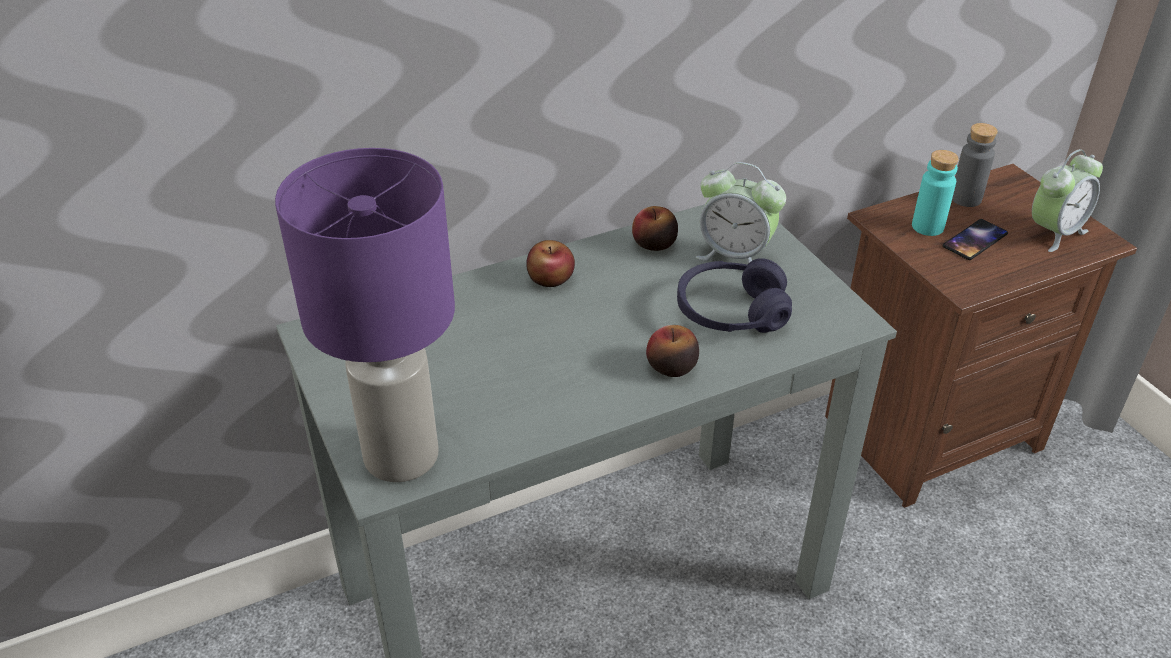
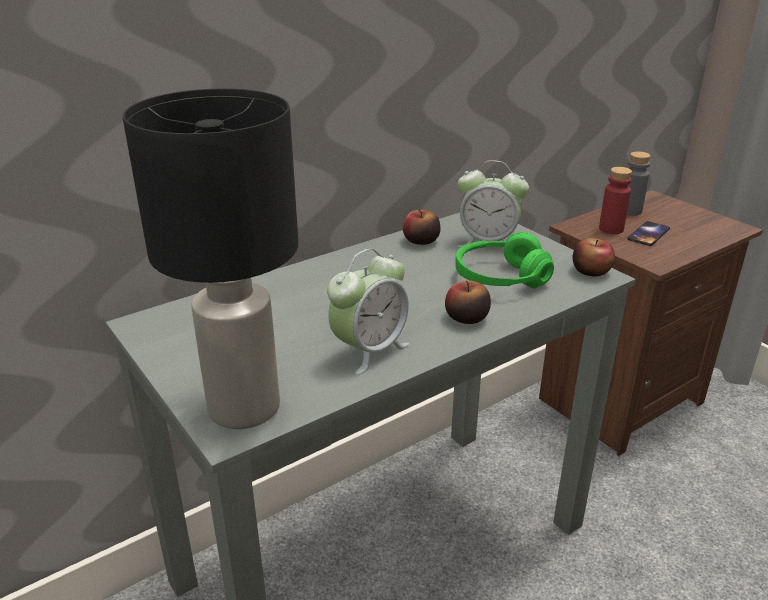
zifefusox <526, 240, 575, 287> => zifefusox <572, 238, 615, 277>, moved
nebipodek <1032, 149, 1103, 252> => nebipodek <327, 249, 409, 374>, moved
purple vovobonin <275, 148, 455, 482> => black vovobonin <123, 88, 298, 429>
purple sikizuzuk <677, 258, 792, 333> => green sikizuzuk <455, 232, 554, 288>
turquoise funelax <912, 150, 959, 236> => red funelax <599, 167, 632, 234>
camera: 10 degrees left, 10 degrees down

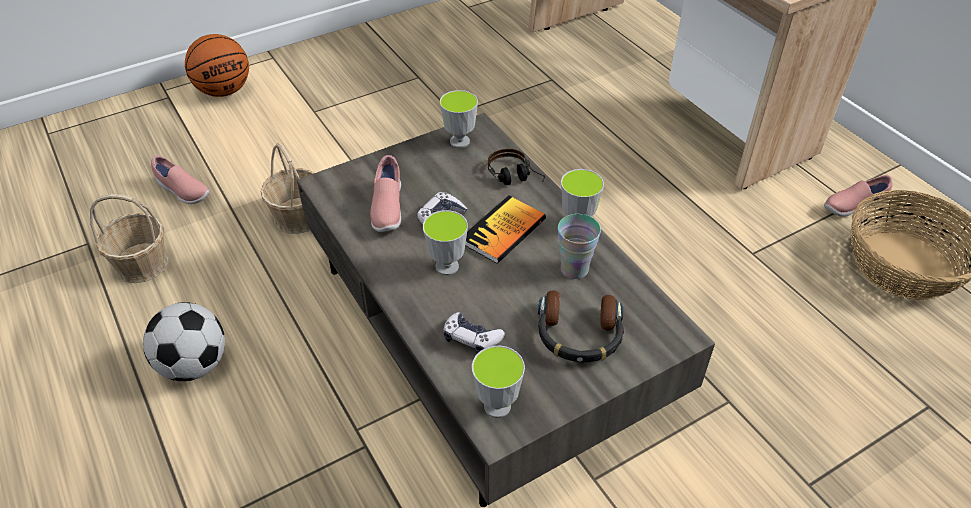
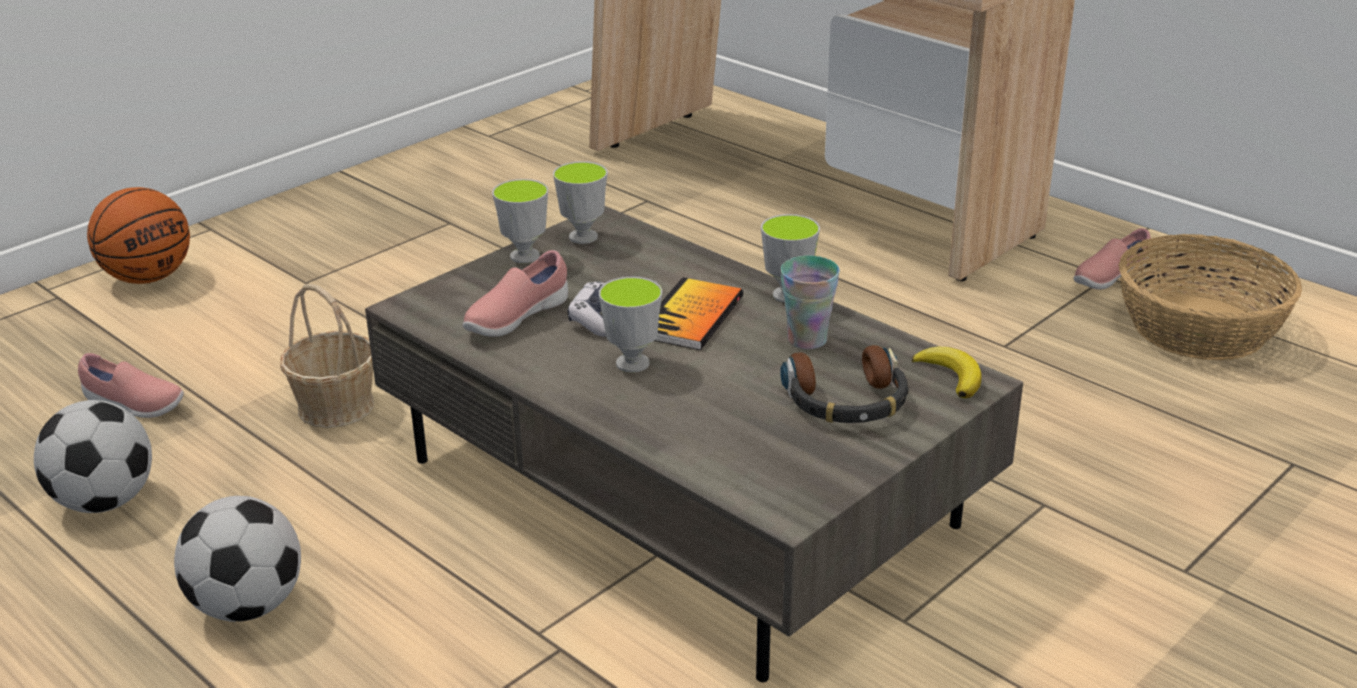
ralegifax <443, 312, 505, 354> => nothing
sikizuzuk <488, 149, 545, 185> => nothing
nothing => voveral <912, 347, 981, 398>
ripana <472, 346, 525, 418> => ripana <492, 179, 548, 263>, moved
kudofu <90, 194, 169, 283> => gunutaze <34, 400, 152, 513>
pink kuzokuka <370, 155, 401, 232> => pink kuzokuka <462, 250, 568, 337>, 60 degrees clockwise
camera: 15 degrees left, 15 degrees down

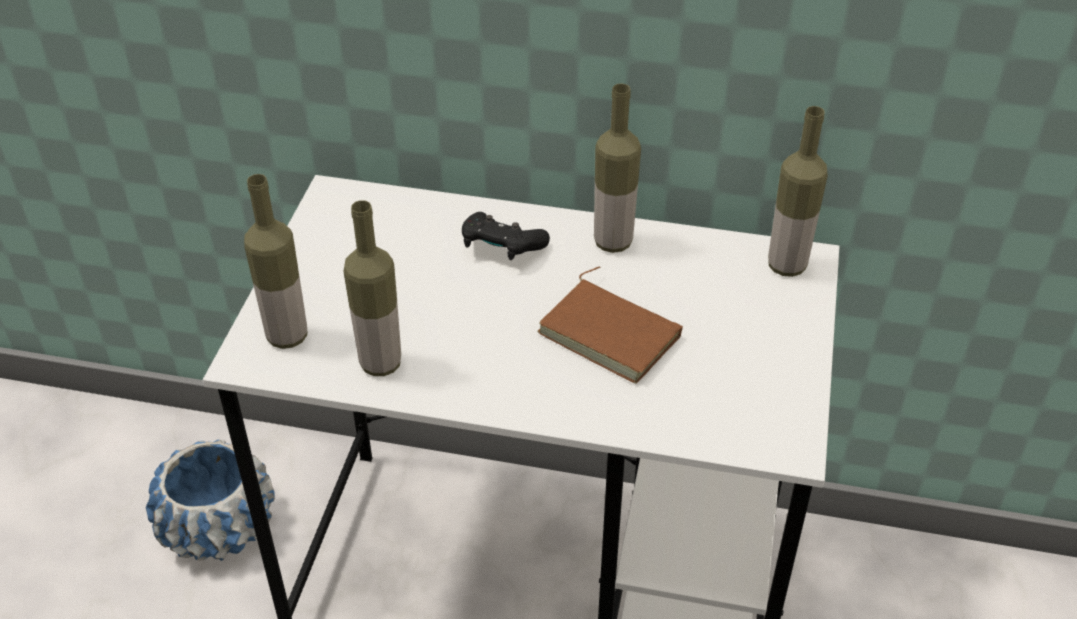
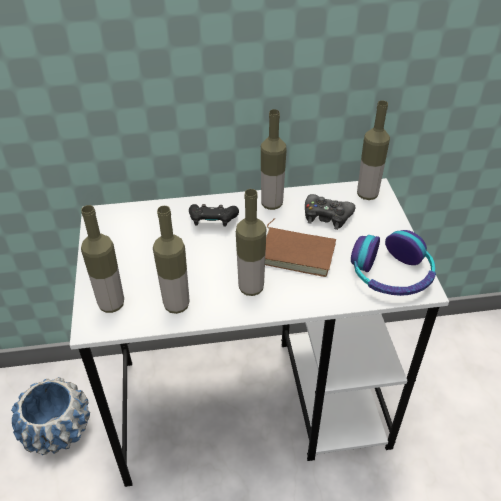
nothing => funelax <236, 189, 266, 296>
nothing => black ralegifax <305, 194, 355, 230>
nothing => sikizuzuk <351, 230, 436, 296>
camera: 20 degrees left, 0 degrees up

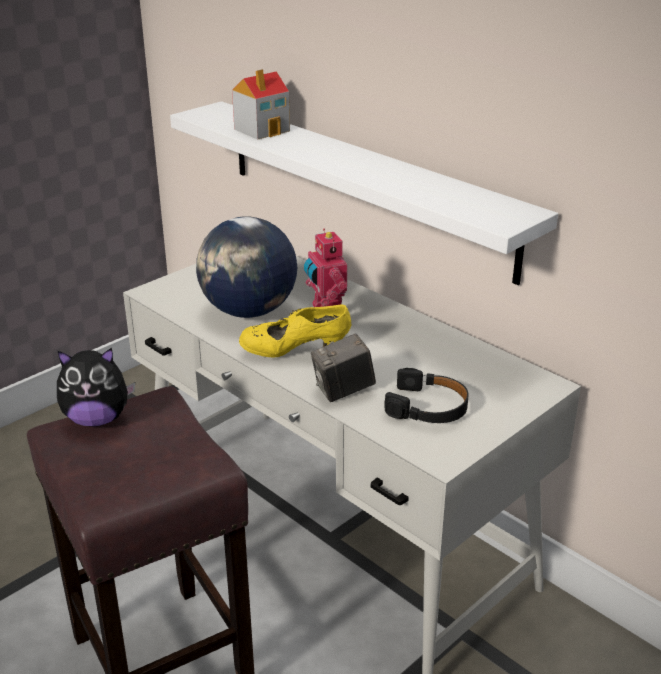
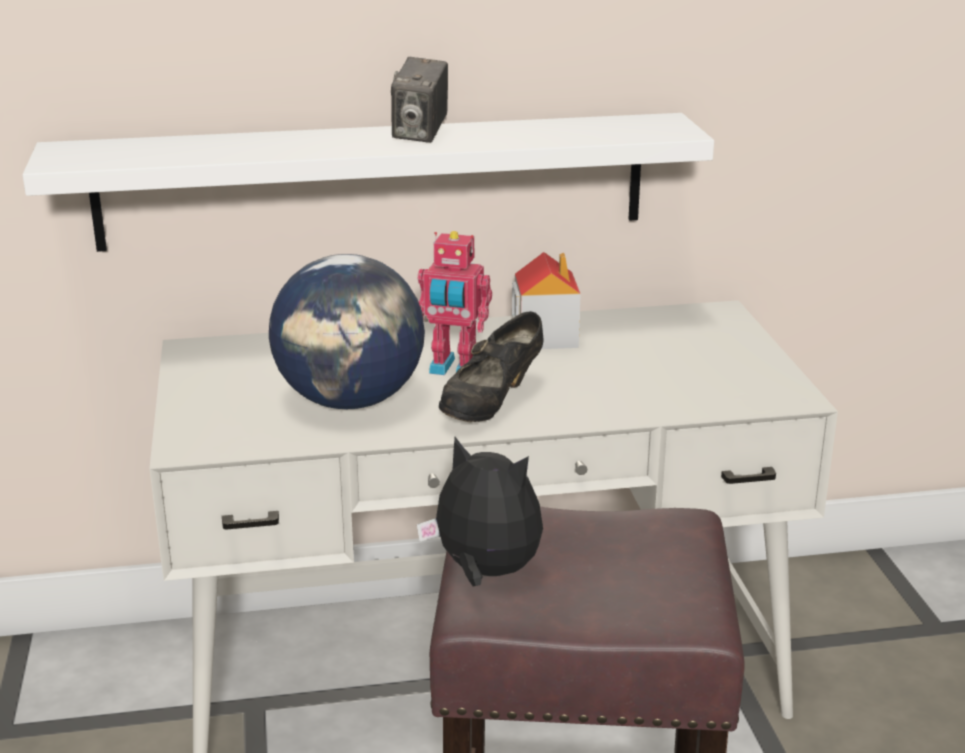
black sikizuzuk <384, 368, 469, 423> => nothing
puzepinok <232, 69, 290, 140> => puzepinok <512, 252, 581, 349>, moved
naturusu <311, 333, 376, 402> => naturusu <391, 57, 448, 143>, moved
yellow kuzokuka <239, 305, 351, 357> => black kuzokuka <439, 311, 543, 422>
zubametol <57, 348, 135, 427> => zubametol <417, 437, 543, 587>, 90 degrees counterclockwise
camera: 55 degrees left, 5 degrees down

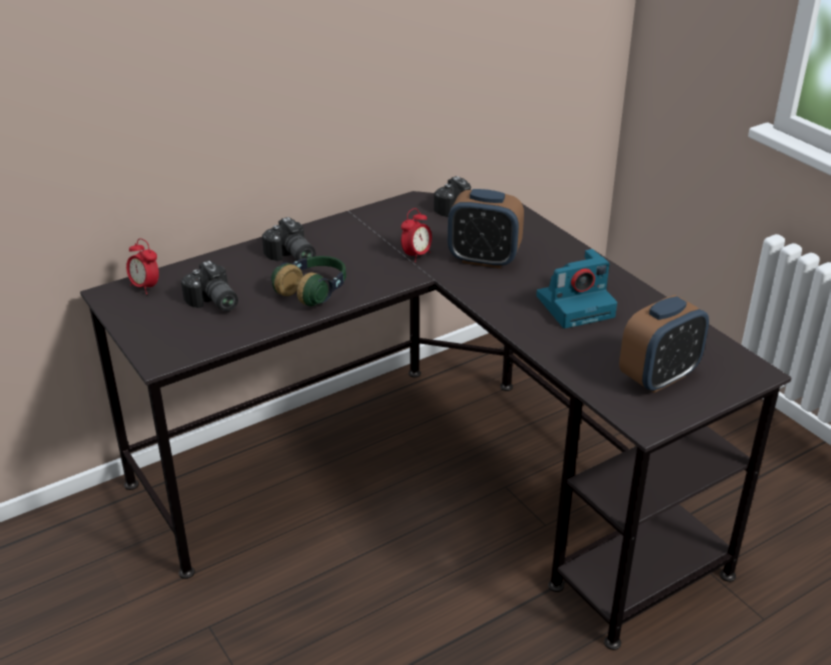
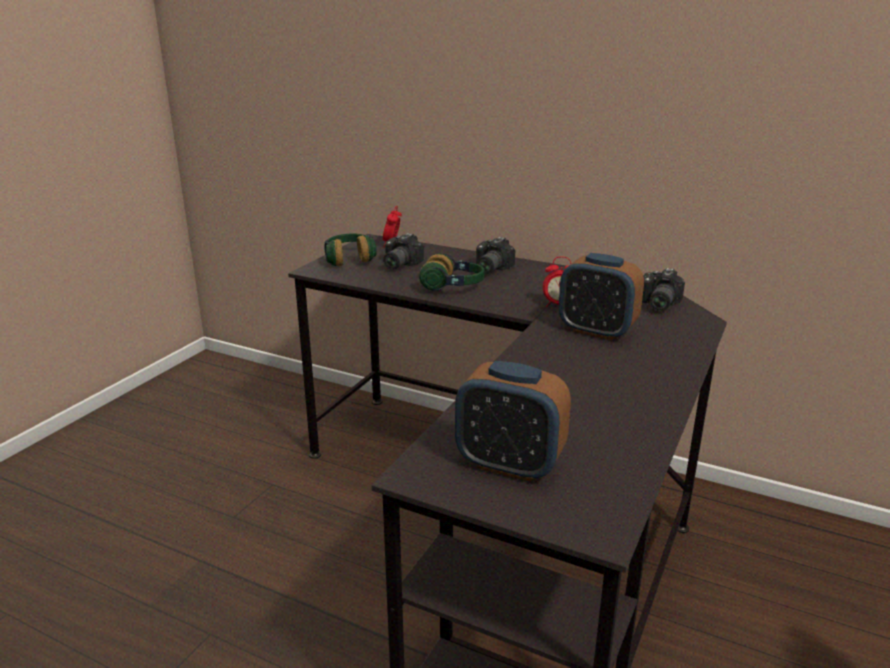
naturusu <536, 249, 617, 328> => nothing
nothing => sikizuzuk <324, 233, 377, 266>
nebipodek <448, 189, 524, 268> => nebipodek <559, 253, 644, 340>, 45 degrees counterclockwise
camera: 60 degrees right, 10 degrees down

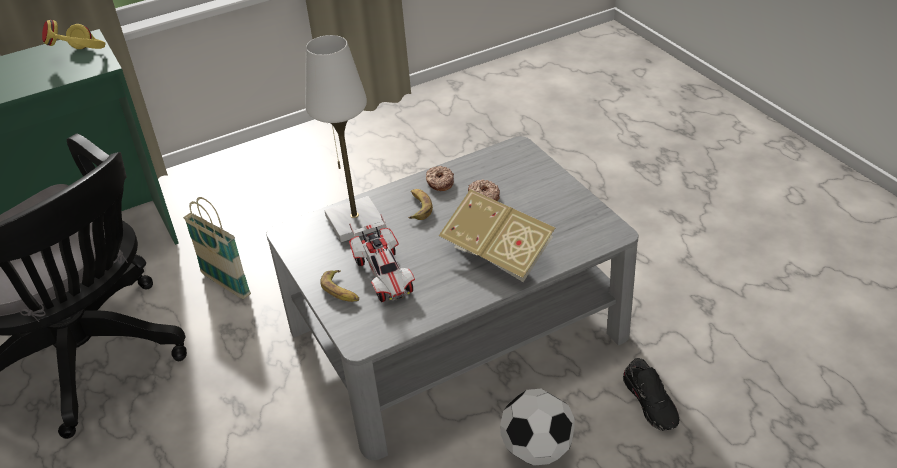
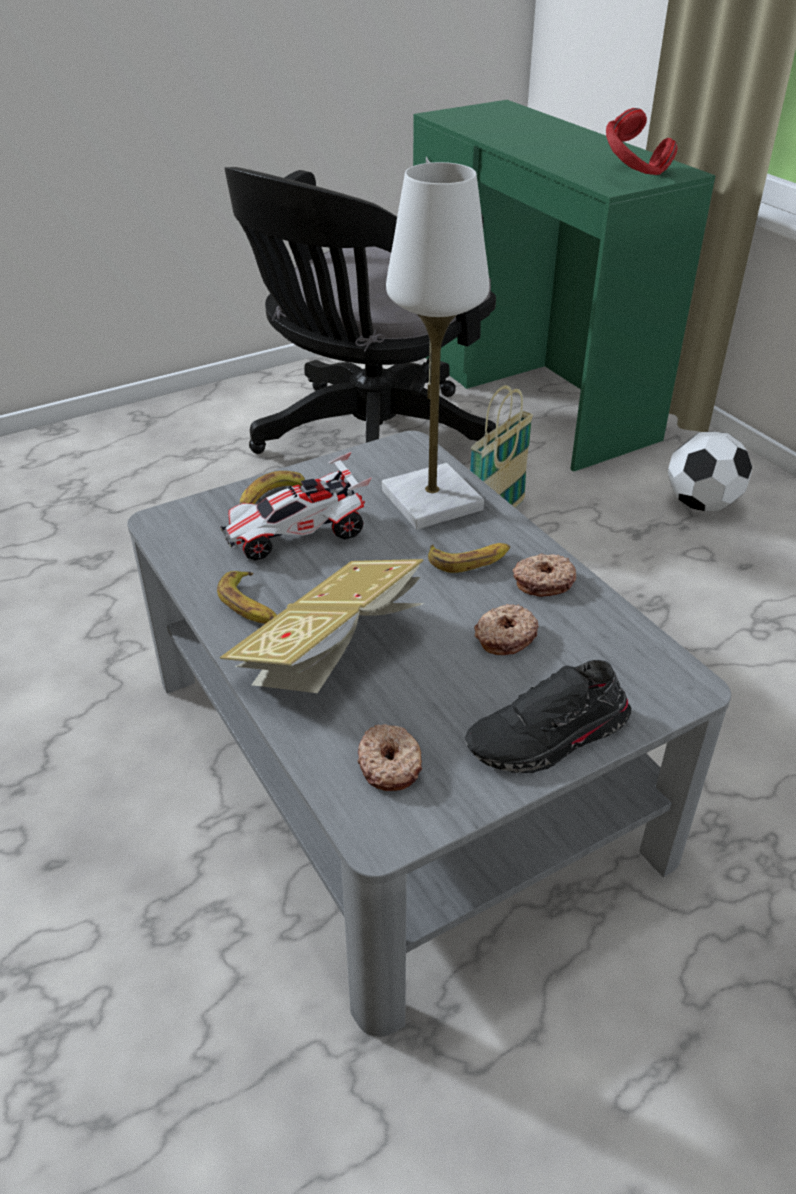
nothing => voveral <217, 571, 277, 624>
nothing => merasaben <358, 724, 422, 791>
gunutaze <500, 389, 575, 466> => gunutaze <668, 431, 752, 511>, moved
black kuzokuka <623, 358, 679, 431> => black kuzokuka <465, 660, 631, 773>, moved
yellow sikizuzuk <42, 20, 106, 49> => red sikizuzuk <606, 108, 678, 175>
camera: 85 degrees right, 0 degrees up

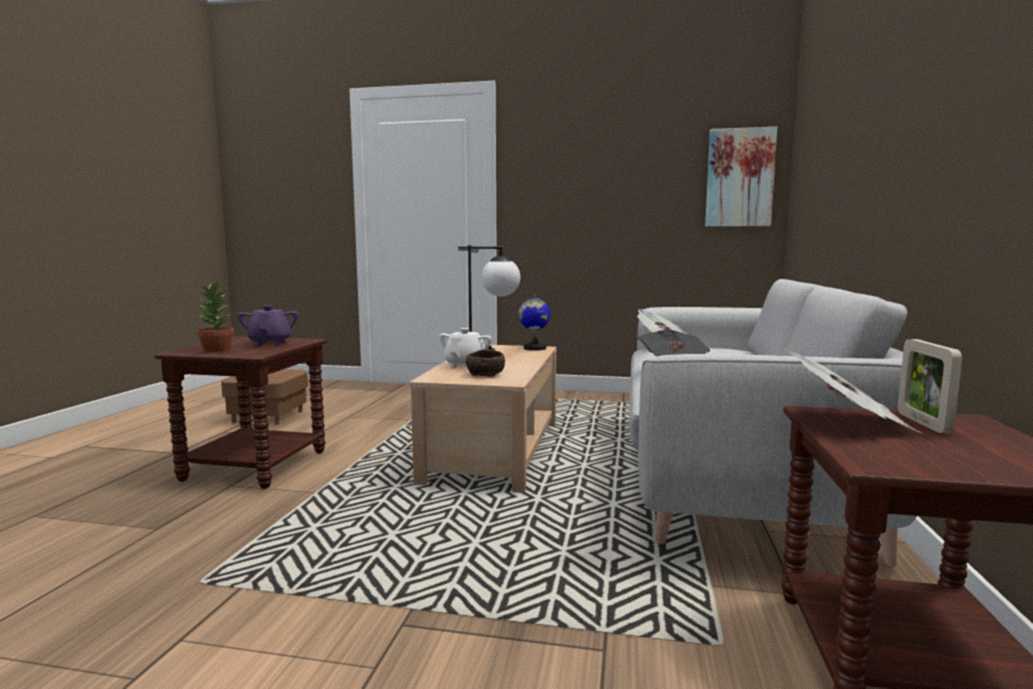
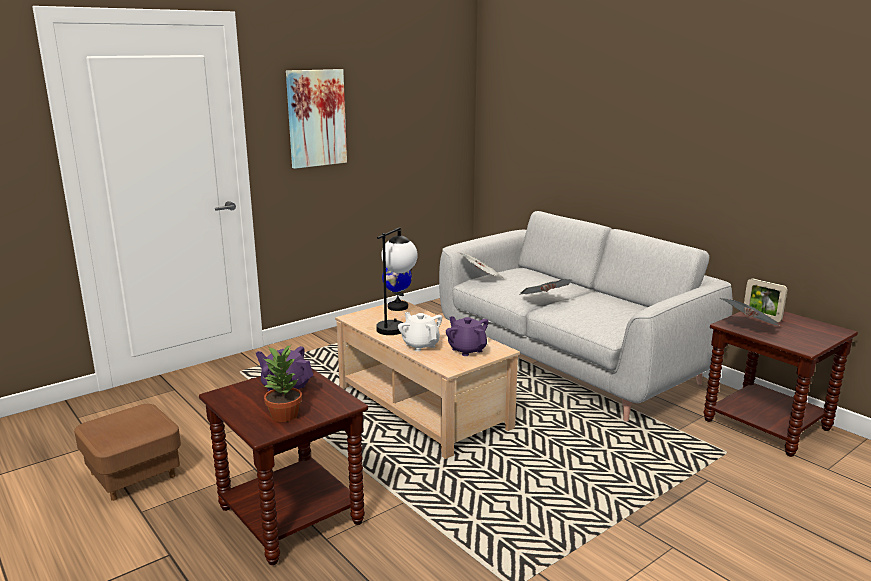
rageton <705, 127, 777, 227> => rageton <286, 69, 347, 169>, moved
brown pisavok <466, 349, 505, 377> => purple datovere <446, 316, 488, 356>
camera: 50 degrees left, 10 degrees up

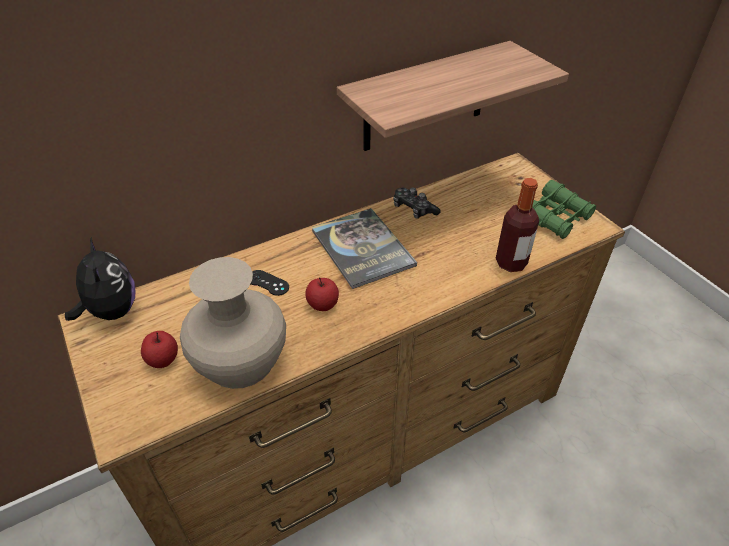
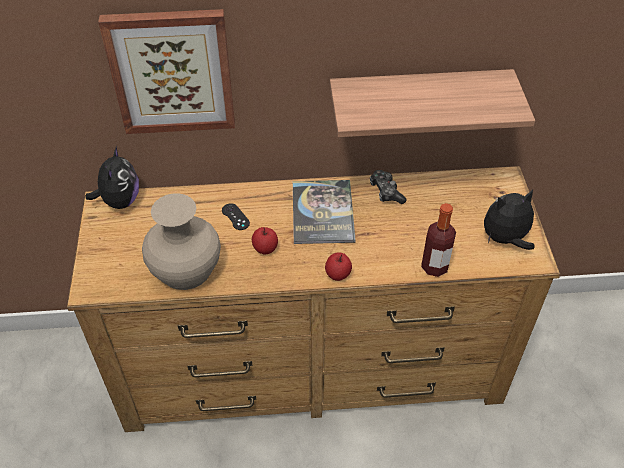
nothing => rageton <98, 9, 235, 134>
zifefusox <141, 331, 178, 368> => zifefusox <325, 252, 352, 281>, moved
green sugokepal <532, 180, 596, 239> => zubametol <484, 190, 535, 250>
camera: 25 degrees right, 5 degrees up

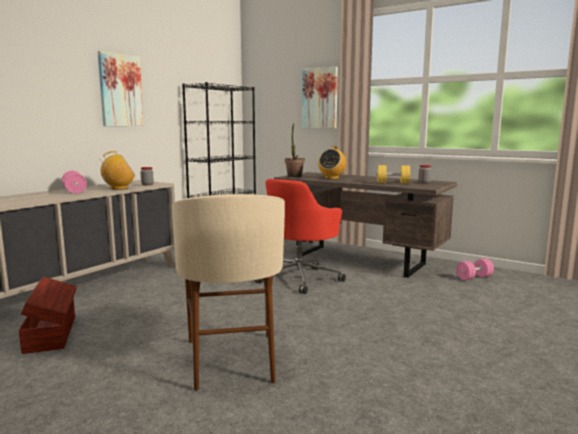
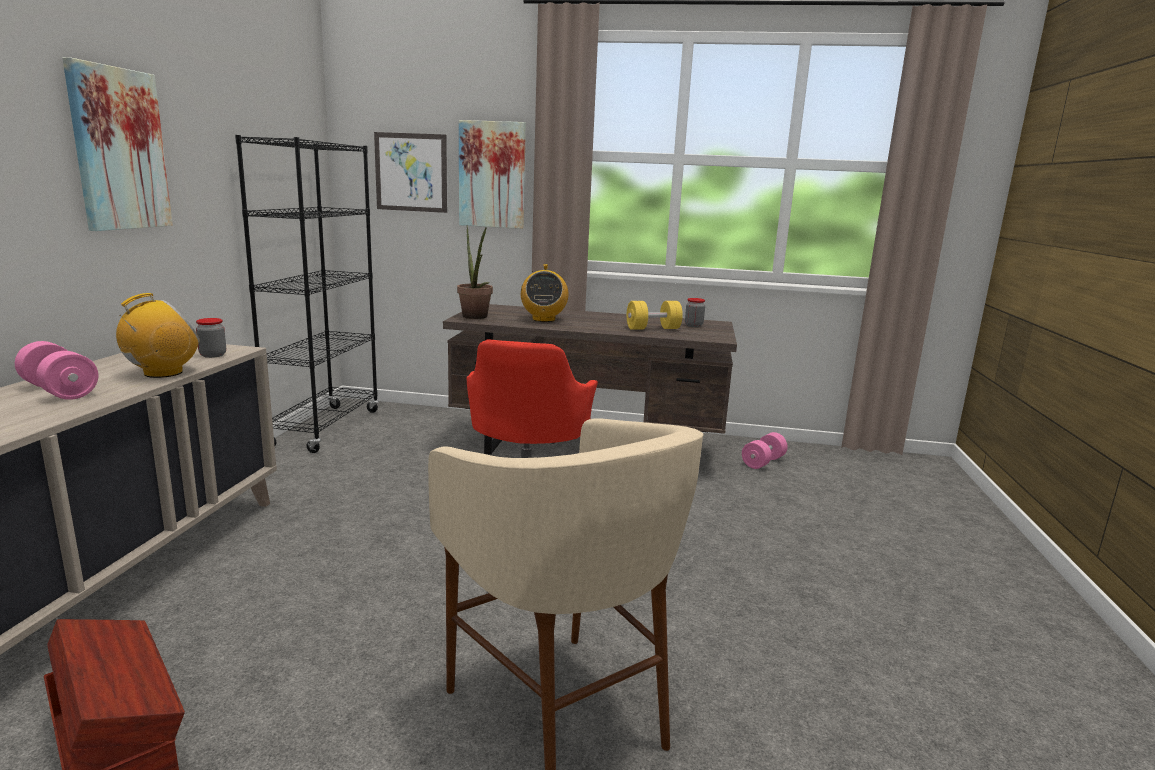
nothing => rageton <374, 132, 447, 213>
camera: 25 degrees left, 5 degrees up

